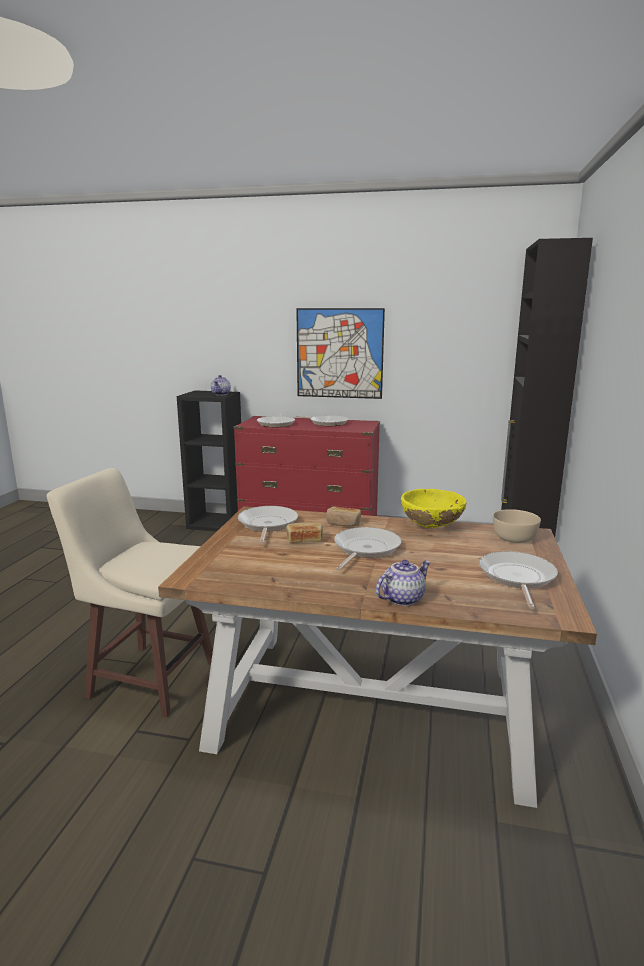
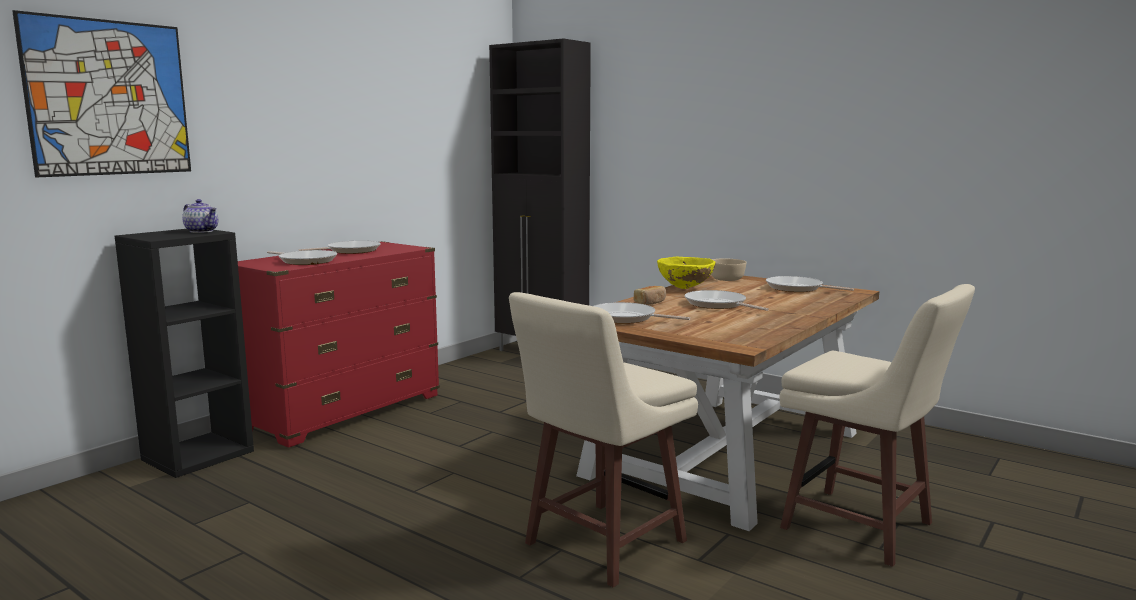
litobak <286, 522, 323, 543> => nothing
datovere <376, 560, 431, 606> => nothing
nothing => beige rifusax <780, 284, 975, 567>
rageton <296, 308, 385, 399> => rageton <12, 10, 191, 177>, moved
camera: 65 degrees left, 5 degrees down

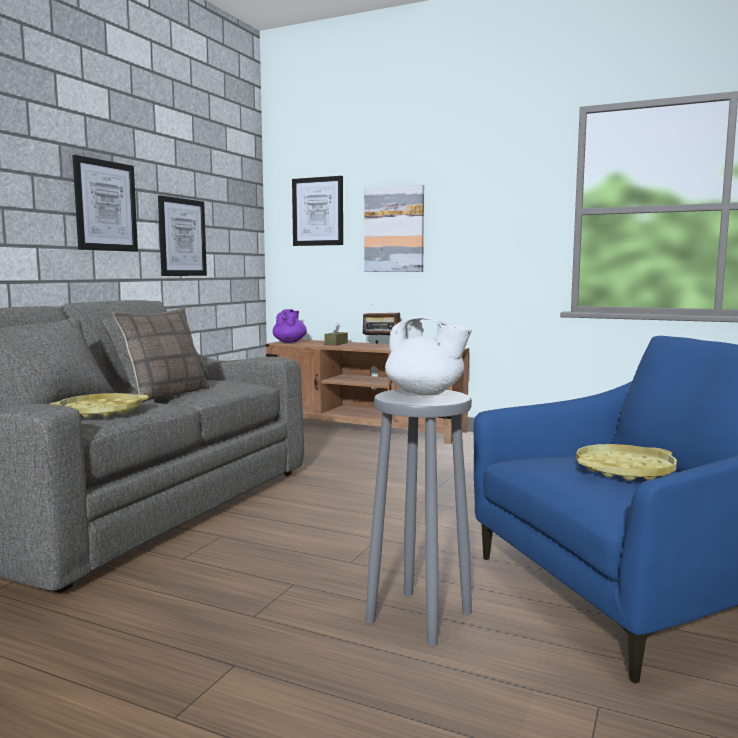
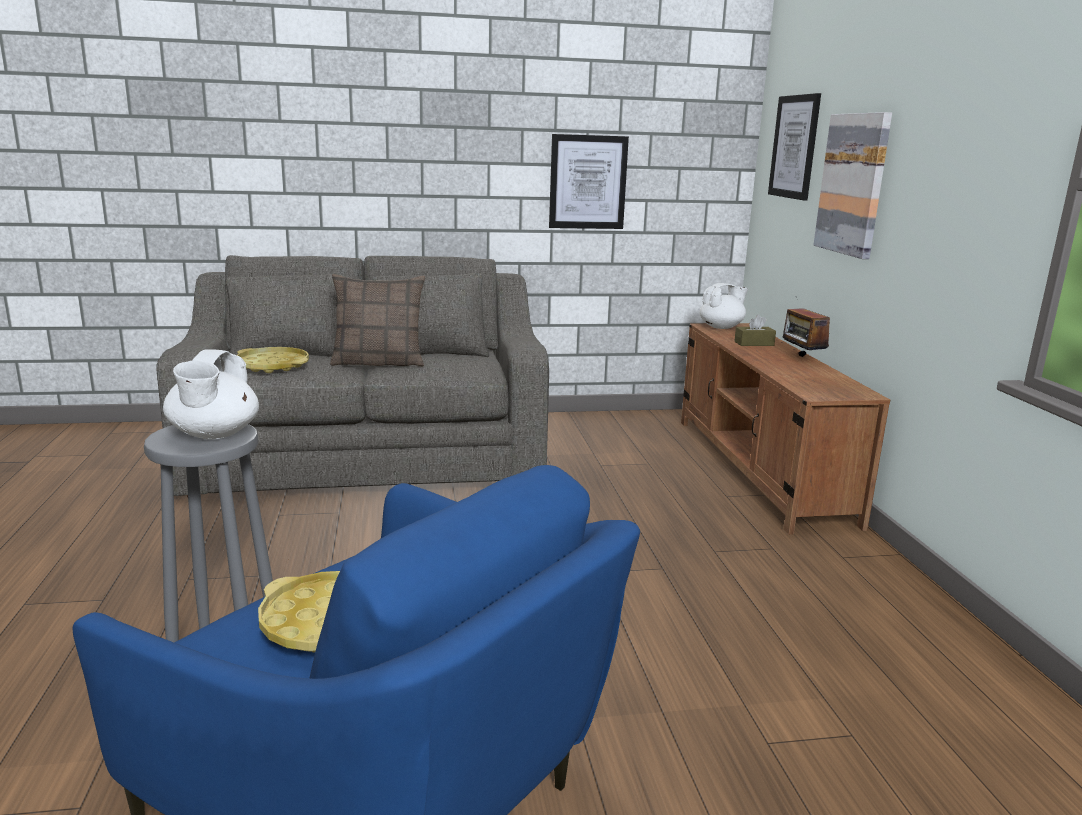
rageton <72, 155, 138, 252> => nothing
purple datovere <273, 309, 307, 343> => white datovere <699, 283, 748, 329>
camera: 55 degrees right, 10 degrees up

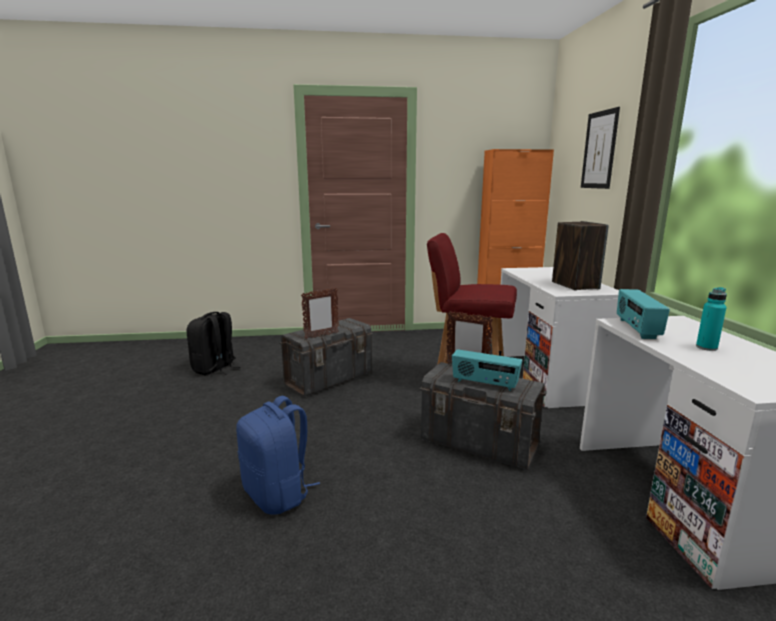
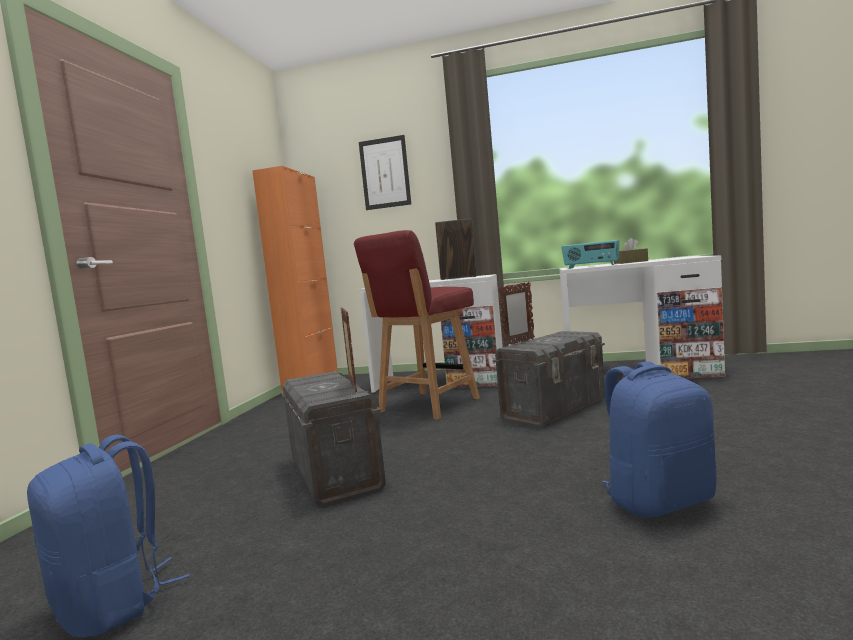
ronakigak <452, 349, 522, 391> => nothing
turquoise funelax <696, 287, 727, 351> => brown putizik <614, 238, 648, 264>
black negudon <187, 312, 241, 376> => blue negudon <27, 435, 189, 637>
camera: 70 degrees left, 10 degrees down

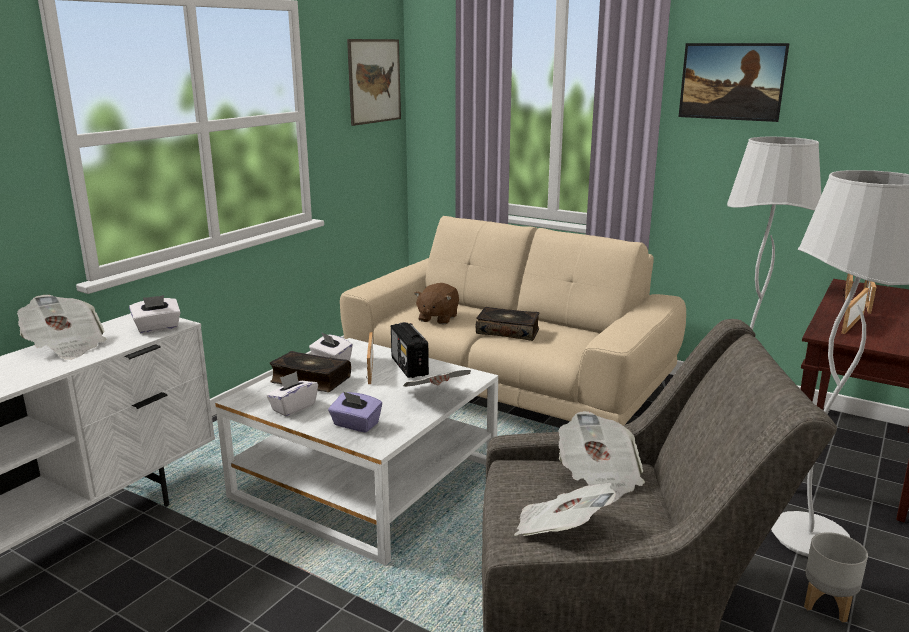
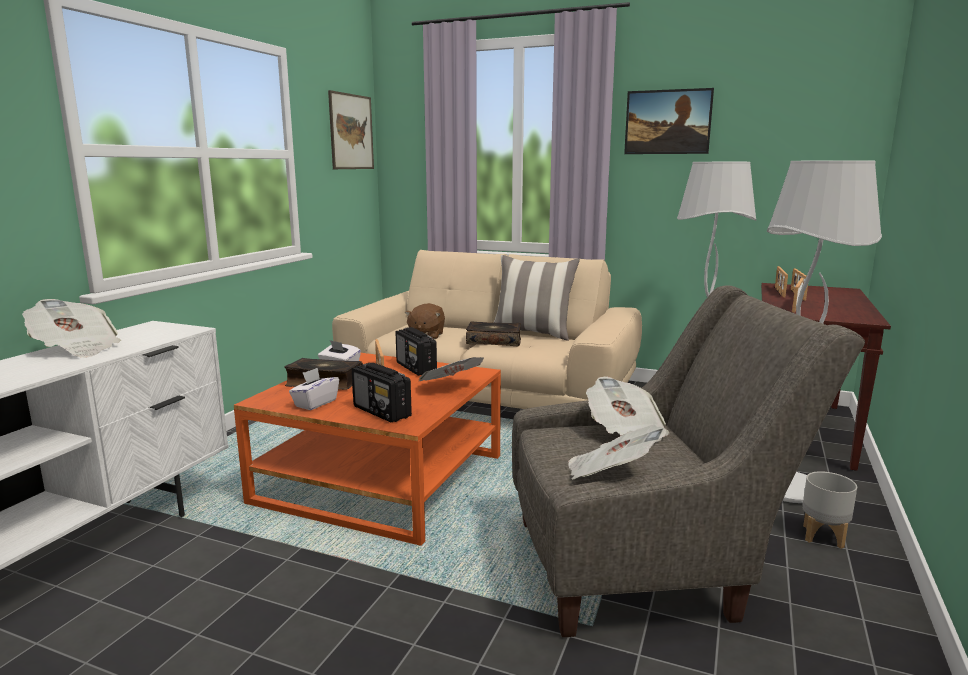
white putizik <129, 295, 181, 333> => nothing
nothing => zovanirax <493, 255, 580, 341>
purple putizik <328, 391, 382, 433> => ronakigak <352, 363, 412, 422>
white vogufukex <215, 338, 498, 566> => orange vogufukex <234, 353, 501, 546>
camera: 10 degrees left, 5 degrees down

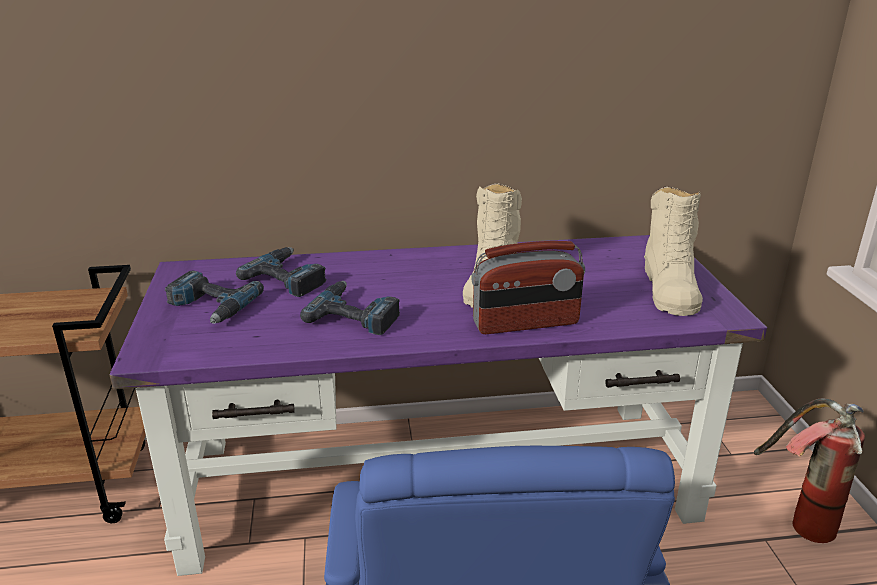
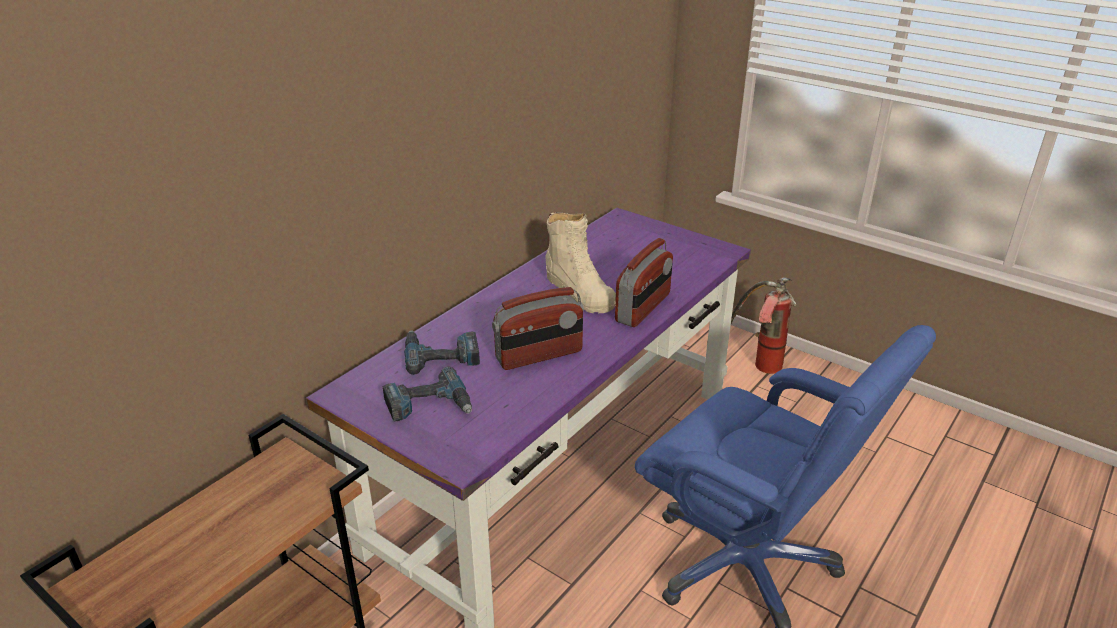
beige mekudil <644, 187, 703, 316> => nothing
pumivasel <300, 281, 400, 335> => ronakigak <492, 287, 584, 370>
camera: 45 degrees left, 5 degrees up

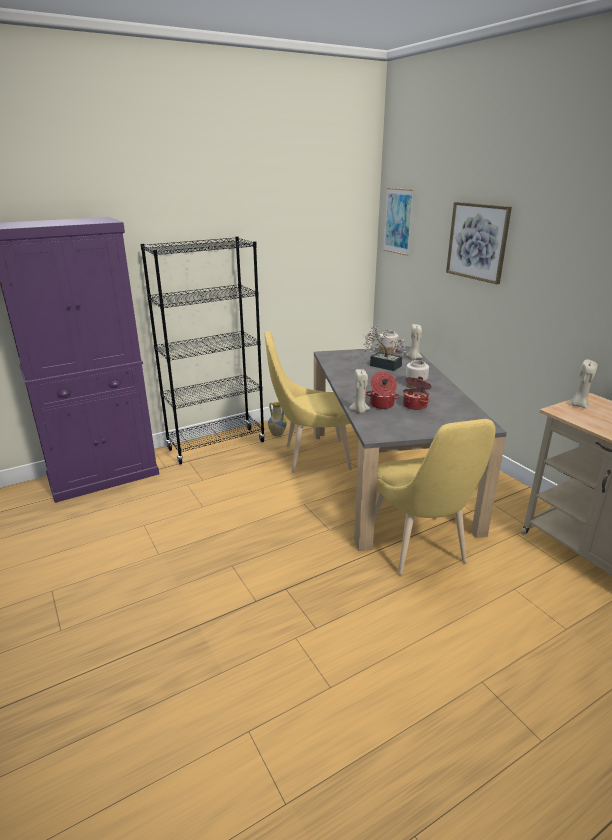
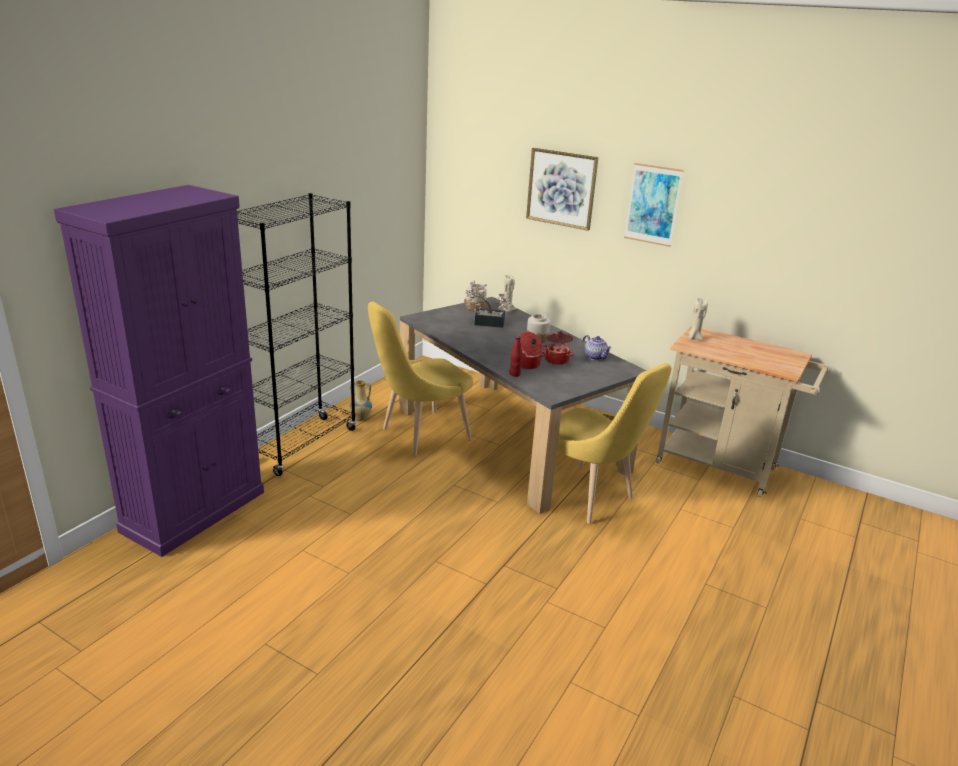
nothing => datovere <583, 335, 612, 360>
rageton <383, 188, 414, 256> => rageton <624, 163, 684, 247>, moved
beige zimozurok <349, 369, 370, 413> => red funelax <510, 336, 523, 377>
camera: 30 degrees left, 0 degrees up

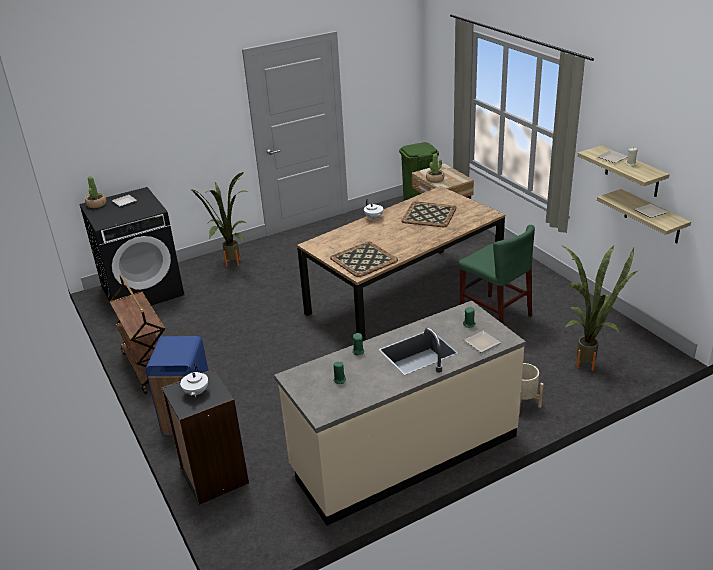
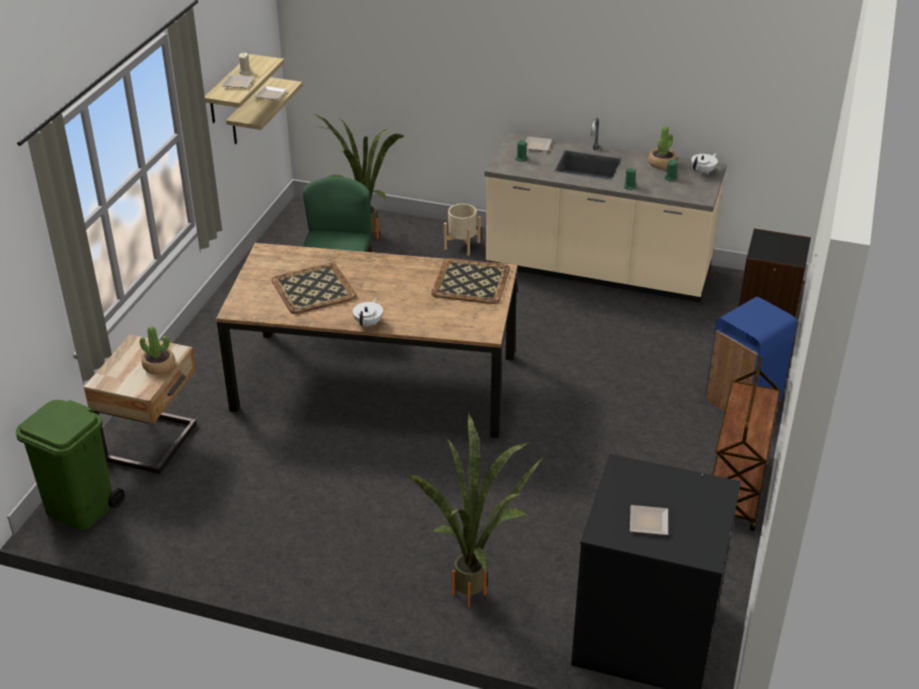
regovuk <85, 176, 106, 208> => regovuk <649, 126, 676, 169>, moved
white datovere <180, 364, 208, 397> => white datovere <691, 153, 718, 175>, moved
camera: 135 degrees left, 5 degrees up

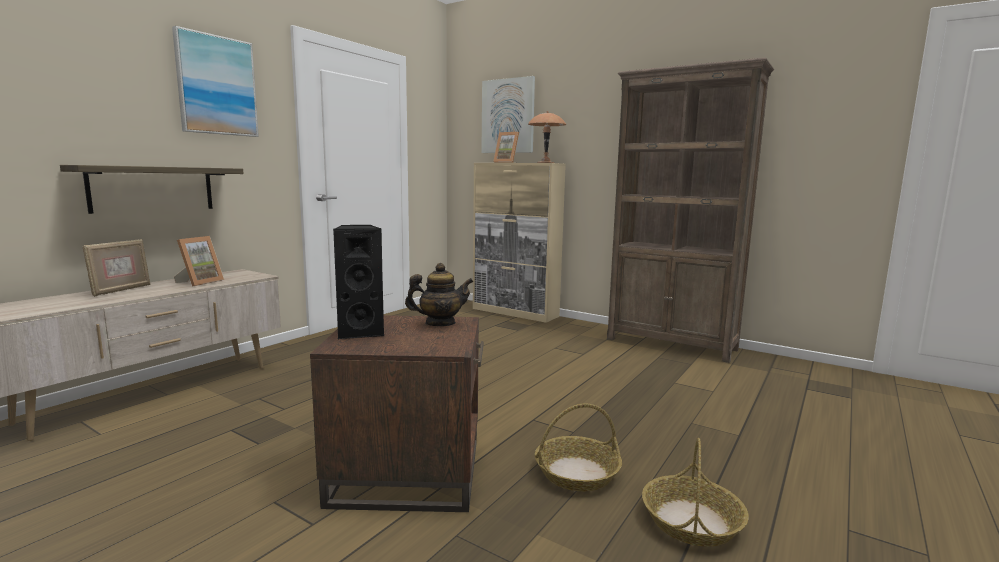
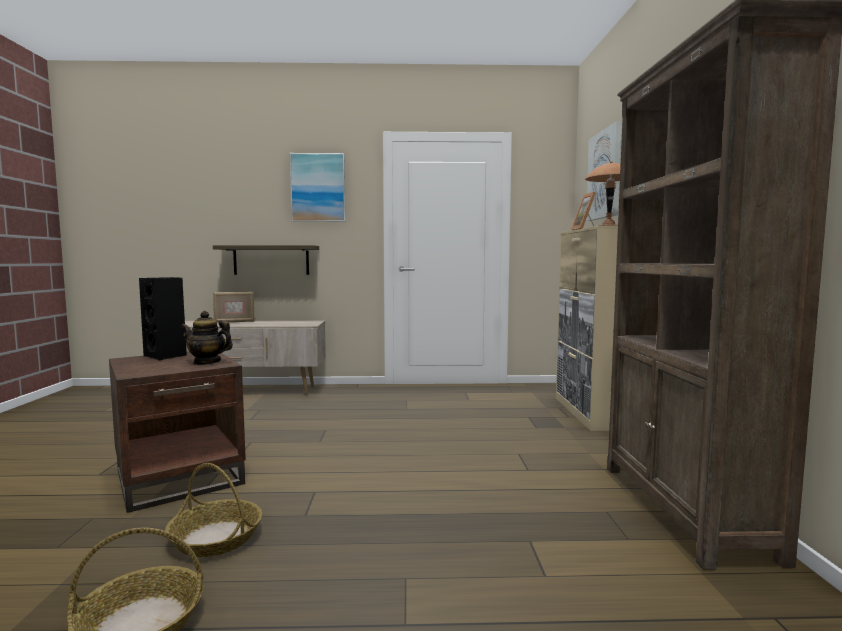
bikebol <174, 236, 224, 287> => nothing
datovere <405, 263, 474, 326> => datovere <181, 311, 233, 365>, 150 degrees clockwise
camera: 55 degrees right, 5 degrees down

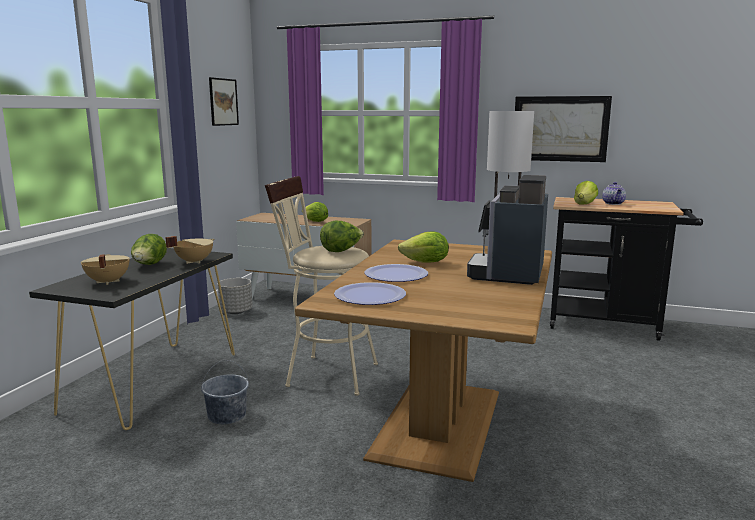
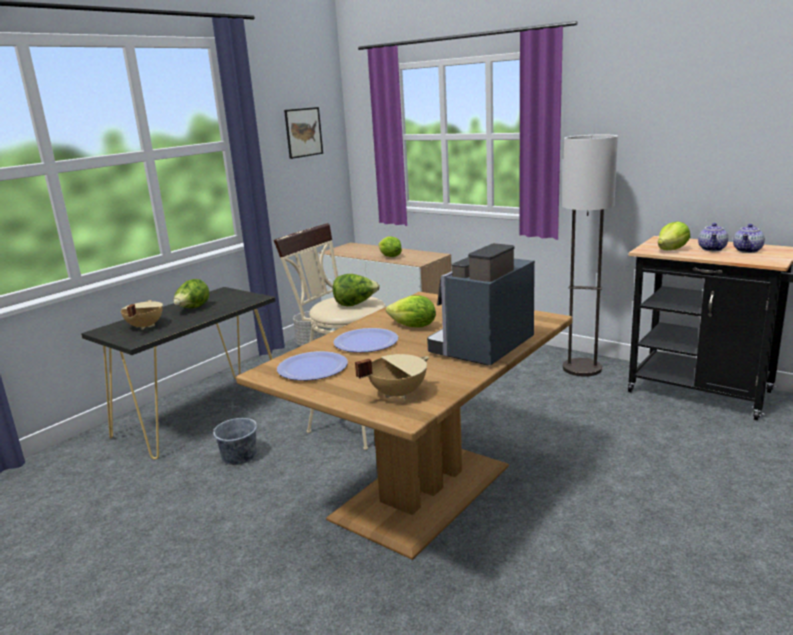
rageton <515, 96, 612, 162> => nothing
nothing => datovere <733, 224, 765, 253>
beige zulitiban <165, 236, 214, 264> => beige zulitiban <355, 354, 429, 399>, moved
camera: 20 degrees right, 5 degrees up

